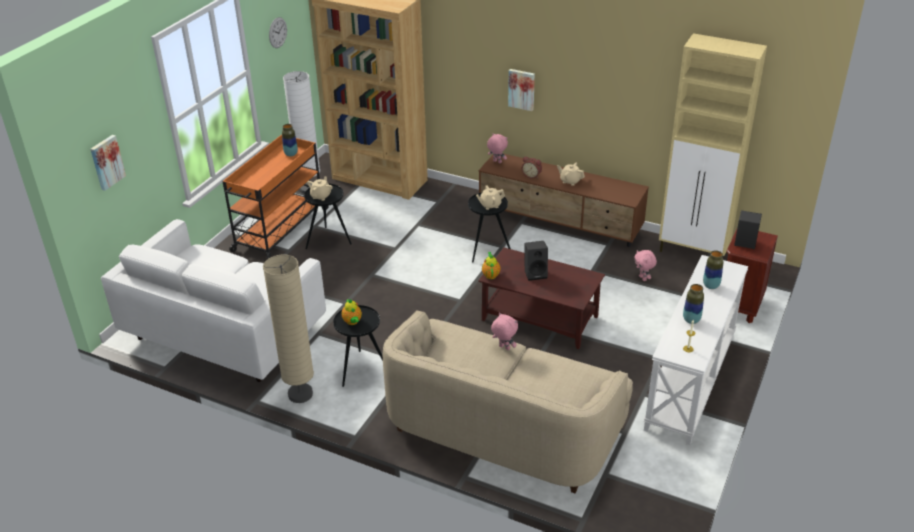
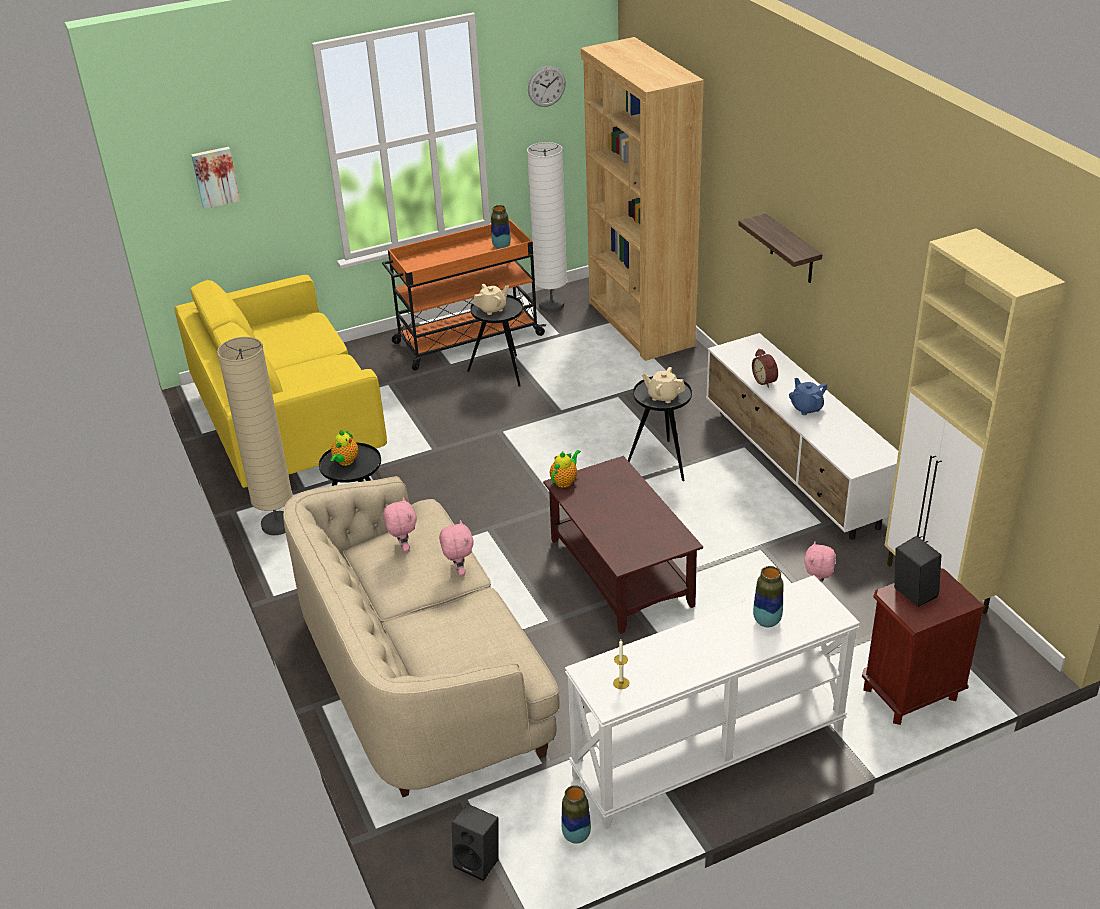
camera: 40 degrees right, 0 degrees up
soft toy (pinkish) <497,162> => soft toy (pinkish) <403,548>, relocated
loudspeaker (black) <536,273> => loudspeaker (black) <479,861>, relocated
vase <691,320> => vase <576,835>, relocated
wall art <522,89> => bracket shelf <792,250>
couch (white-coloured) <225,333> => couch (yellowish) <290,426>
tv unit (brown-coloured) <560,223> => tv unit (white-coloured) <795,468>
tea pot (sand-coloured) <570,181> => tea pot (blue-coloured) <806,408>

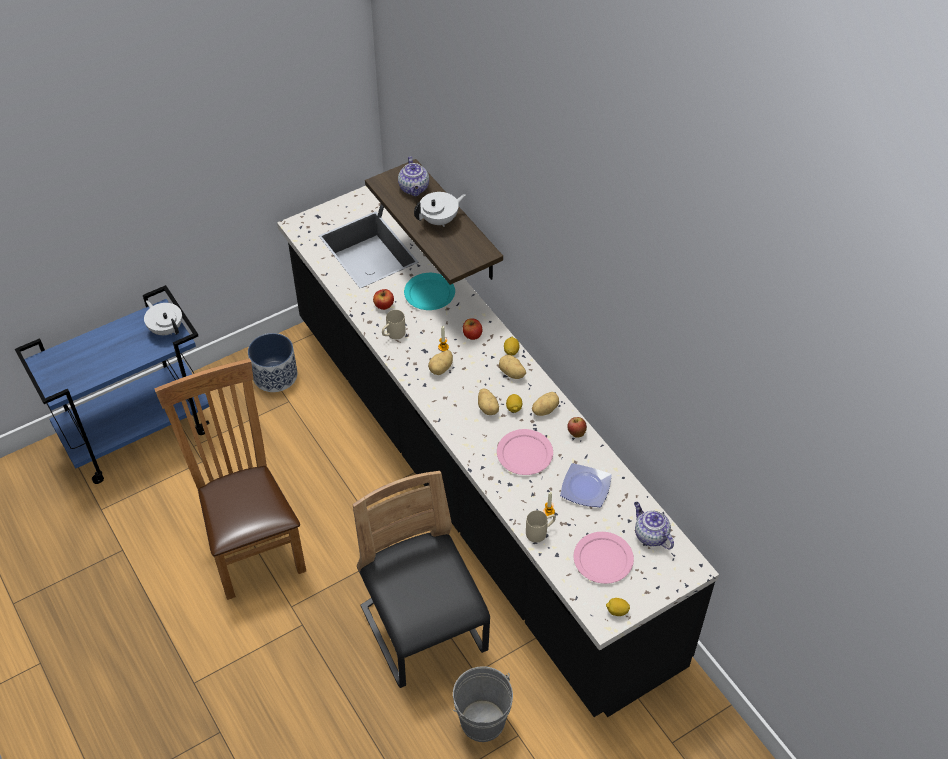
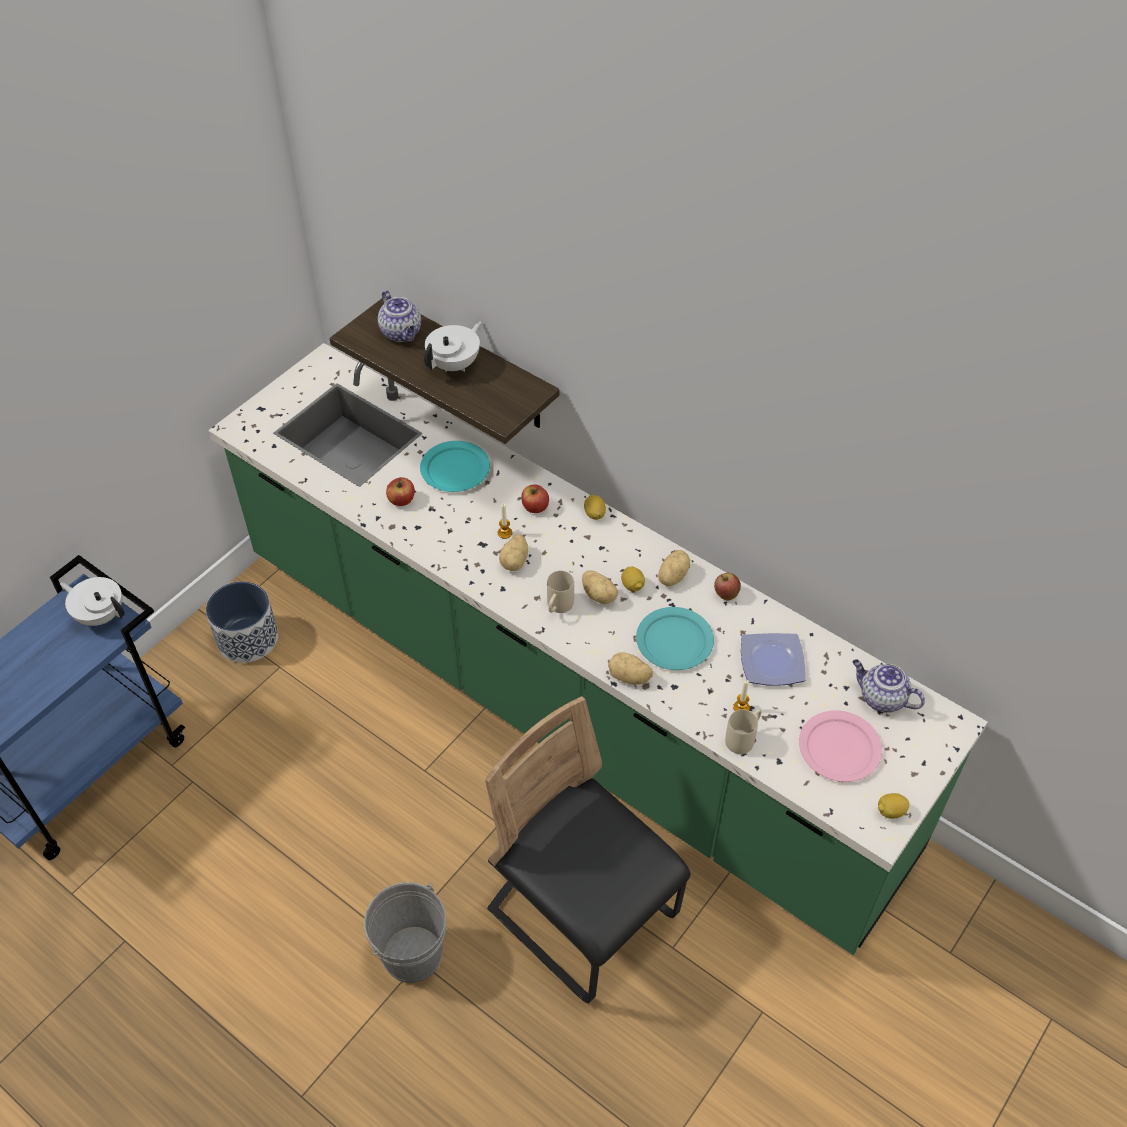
camera: 20 degrees left, 0 degrees up
plain chair (brown-coloured) <251,543> => nothing
coffee mug (sand-coloured) <393,335> => coffee mug (sand-coloured) <557,607>, relocated
bucket (greyish) <482,721> => bucket (greyish) <412,954>, relocated
spud <512,373> => spud <629,677>, relocated
kitchen counter (black) <473,482> => kitchen counter (green) <563,699>
plate (pinkish) <525,454> => plate (blue-green) <675,641>

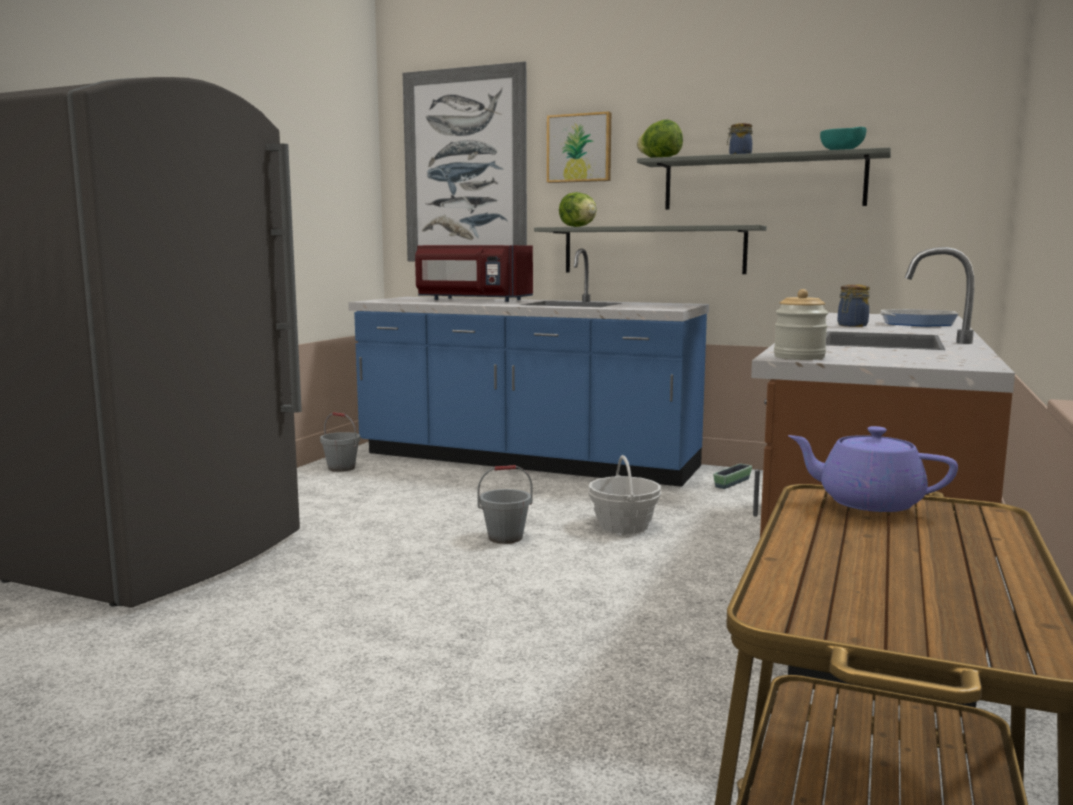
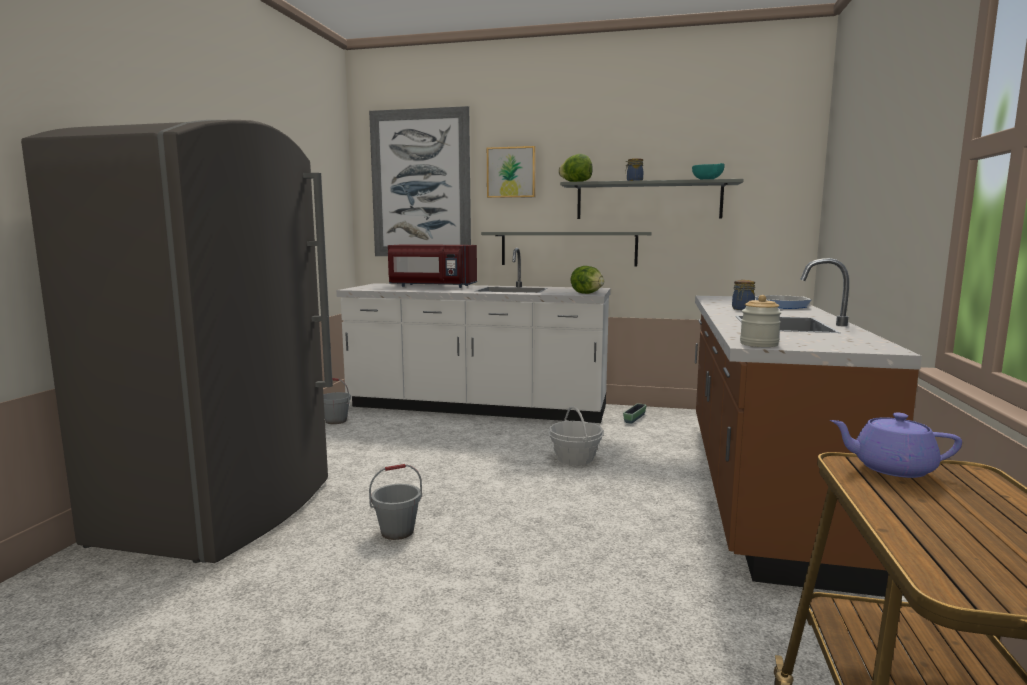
camera: 10 degrees left, 0 degrees up
bucket (greyish) <505,537> => bucket (greyish) <397,531>, relocated
lettuce <578,227> => lettuce <587,293>, relocated
kitchen counter (blue-coloured) <525,461> => kitchen counter (white-coloured) <477,408>

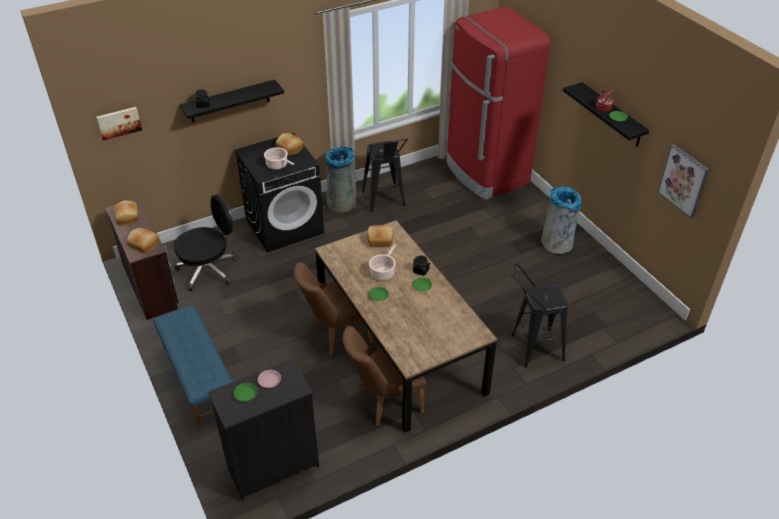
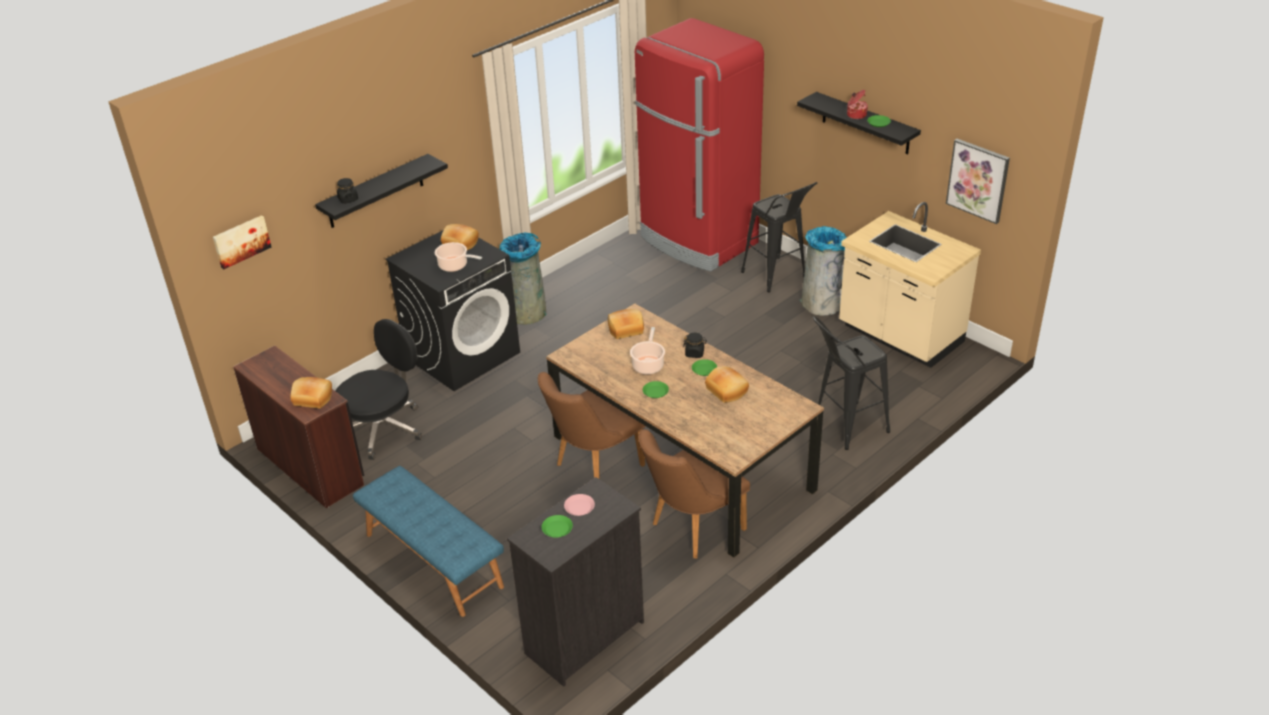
camera: 15 degrees left, 5 degrees down
nothing => kitchen counter (sand-coloured) <899,336>
baked bread <128,217> => baked bread <727,390>, relocated
stool seat (black) <384,202> => stool seat (black) <777,278>, relocated

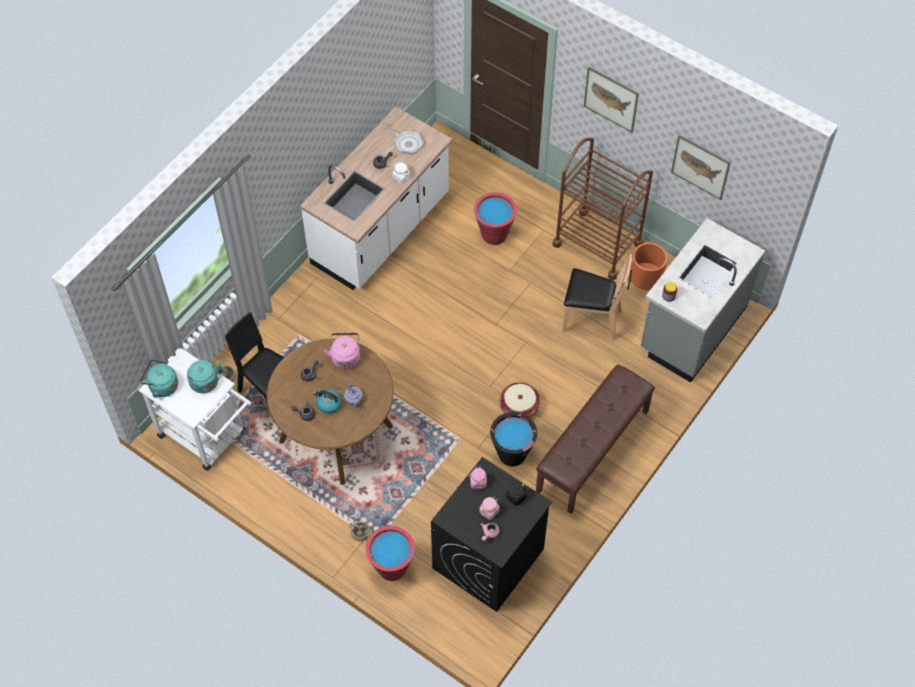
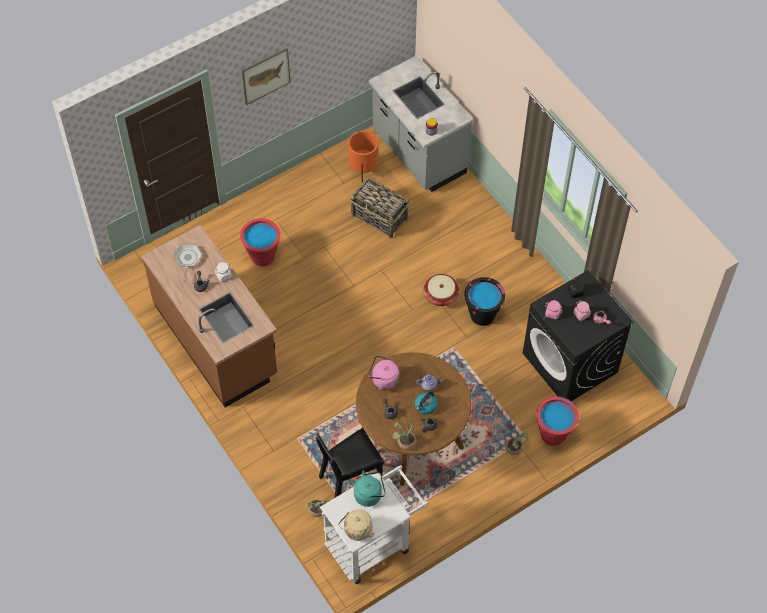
camera: 70 degrees left, 0 degrees up
long seat (brown-coloured) <593,451> => nothing
wheeled cart (brown-coloured) <597,244> => nothing
wall art <700,167> => nothing
nothing => plant in a pot <404,442>
plain chair (brown-coloured) <591,319> => storage basket <380,217>
kettle (blue-green) <162,386> => kettle (sand-coloured) <357,531>
kitchen counter (white-coloured) <381,230> => kitchen counter (brown-coloured) <216,340>
frying pan <406,143> => frying pan <187,260>, 60 degrees counterclockwise

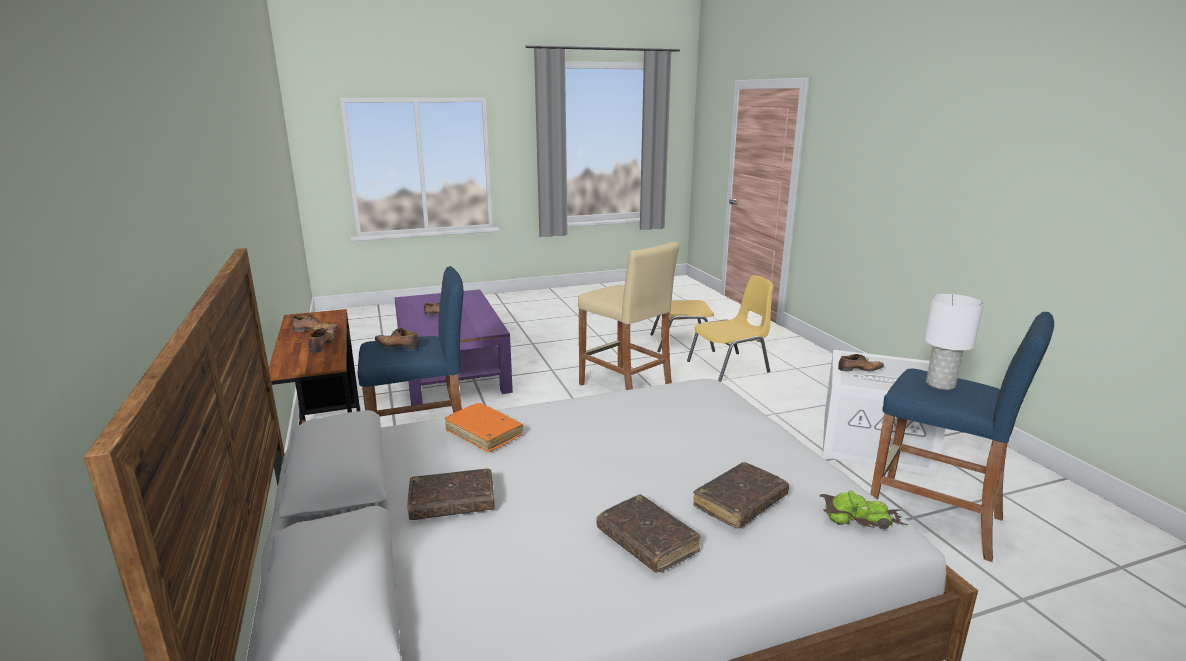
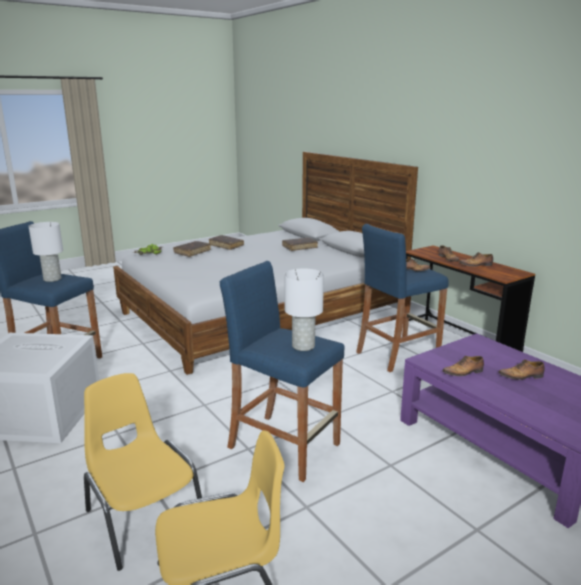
camera: 165 degrees right, 0 degrees up
bound book (orange-coloured) <484,433> => nothing
nothing => table lamp (white-coloured) <303,346>
item of footwear <859,369> => item of footwear <464,372>, relocated
stool seat (sand-coloured) <625,388> => stool seat (blue-coloured) <284,446>
plain chair (yellowish) <729,367> => plain chair (yellowish) <143,517>, 90 degrees clockwise

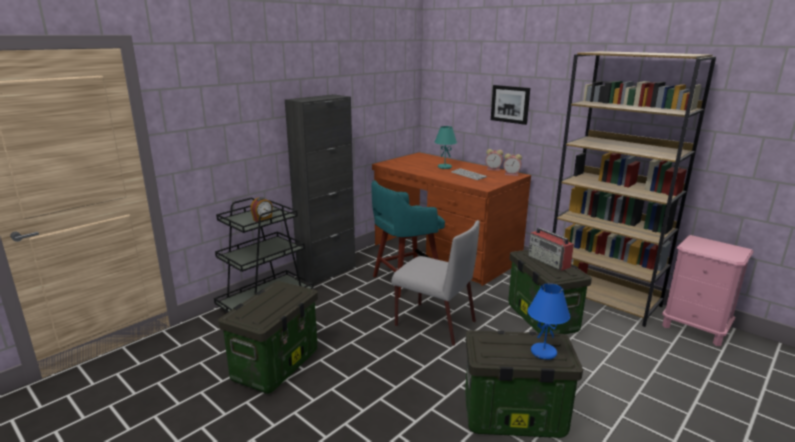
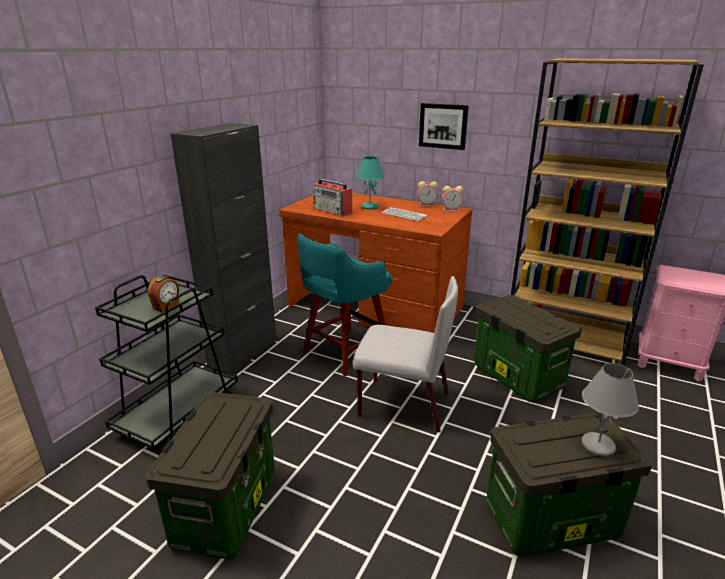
camera: 15 degrees left, 5 degrees up
radio set <549,261> => radio set <333,210>, relocated
table lamp (blue-coloured) <544,352> => table lamp (greyish) <598,445>

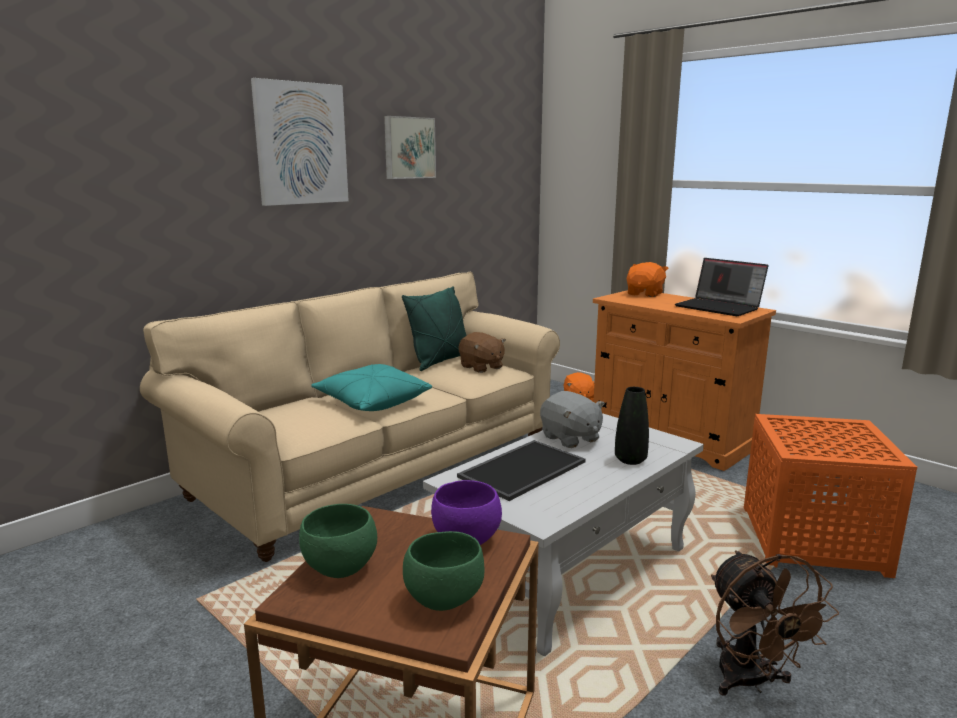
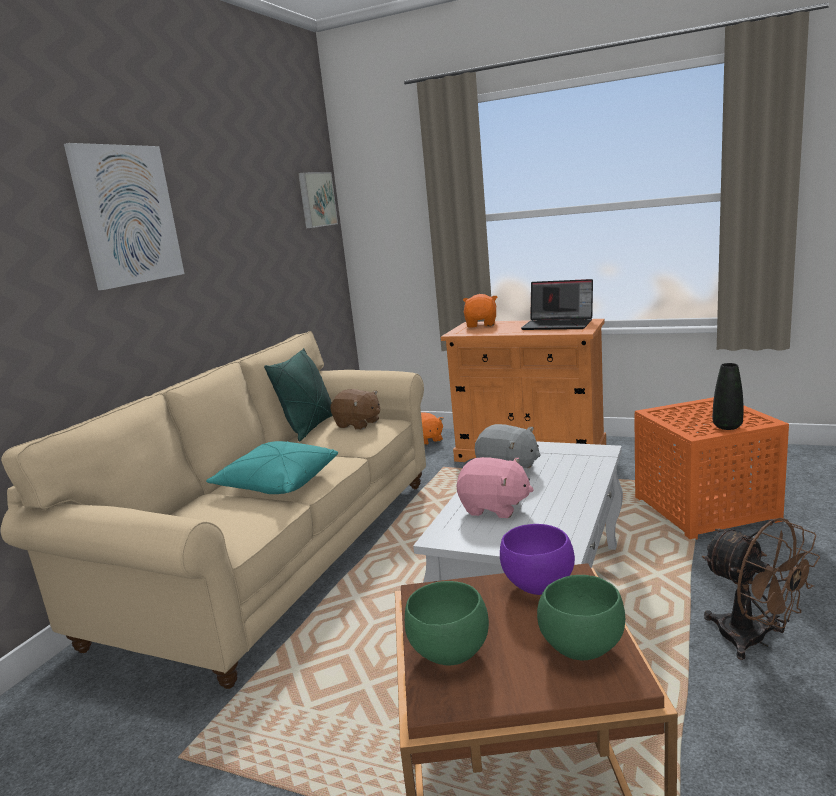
camera: 20 degrees left, 0 degrees up
wall art <408,148> => wall art <316,200>, relocated
vase (black) <630,460> => vase (black) <727,426>, relocated
tray <522,468> => soft toy (pinkish) <494,508>

